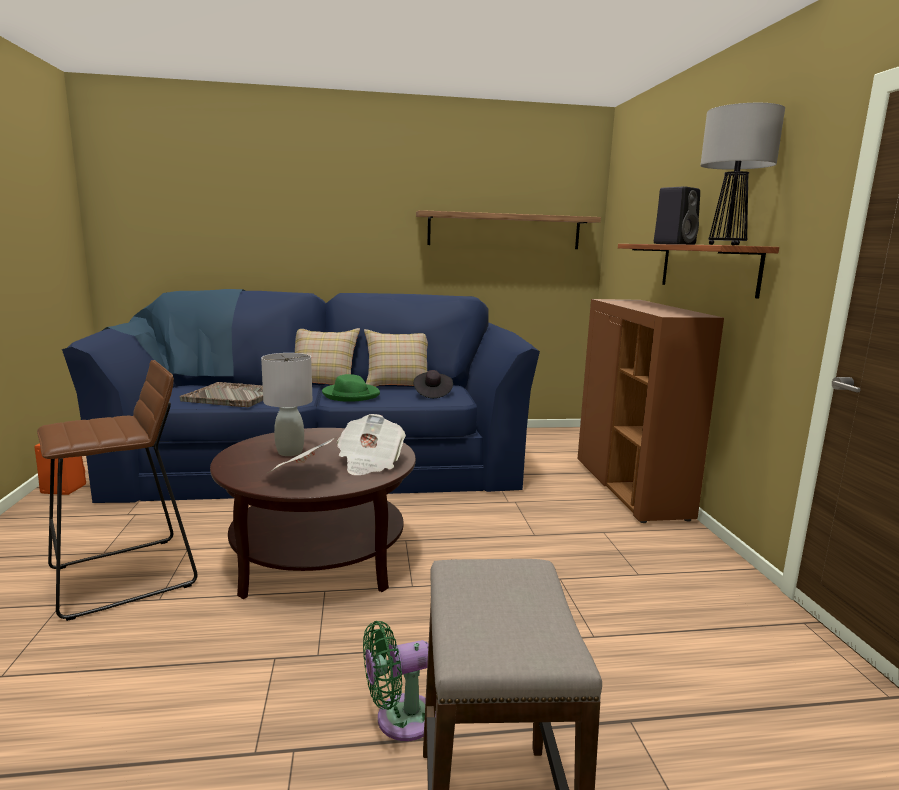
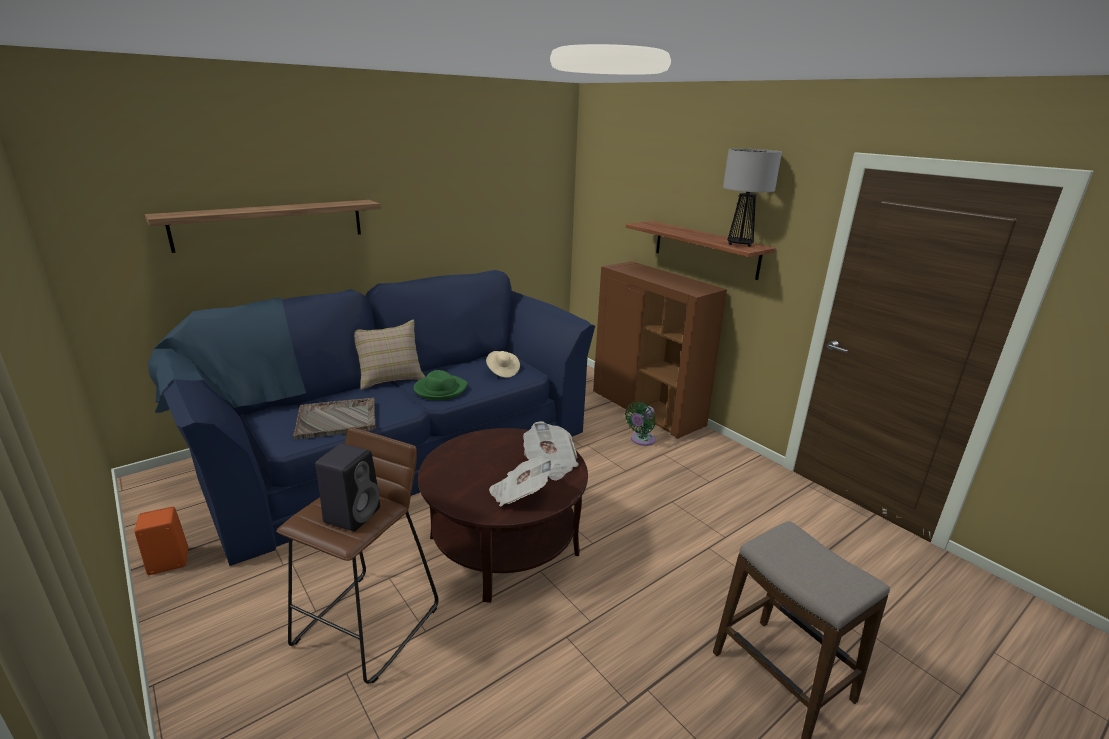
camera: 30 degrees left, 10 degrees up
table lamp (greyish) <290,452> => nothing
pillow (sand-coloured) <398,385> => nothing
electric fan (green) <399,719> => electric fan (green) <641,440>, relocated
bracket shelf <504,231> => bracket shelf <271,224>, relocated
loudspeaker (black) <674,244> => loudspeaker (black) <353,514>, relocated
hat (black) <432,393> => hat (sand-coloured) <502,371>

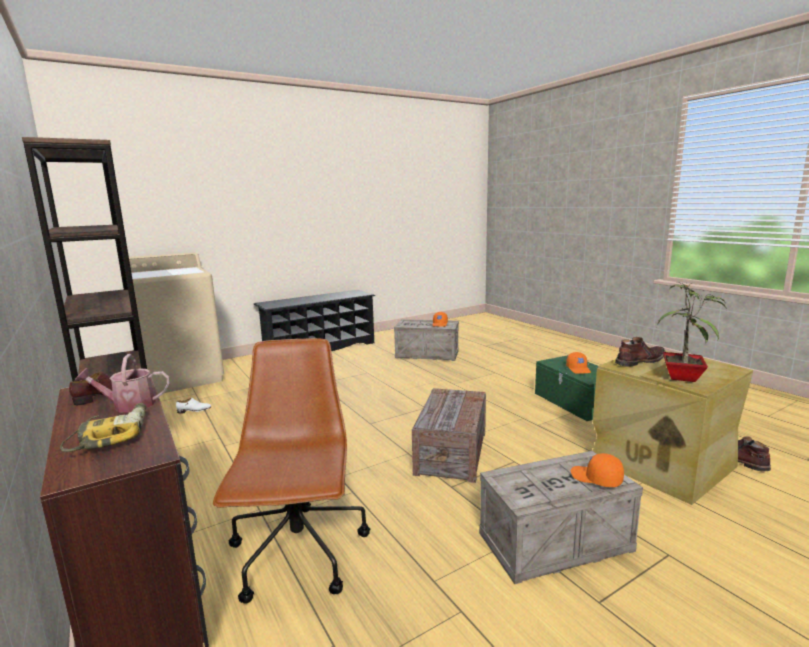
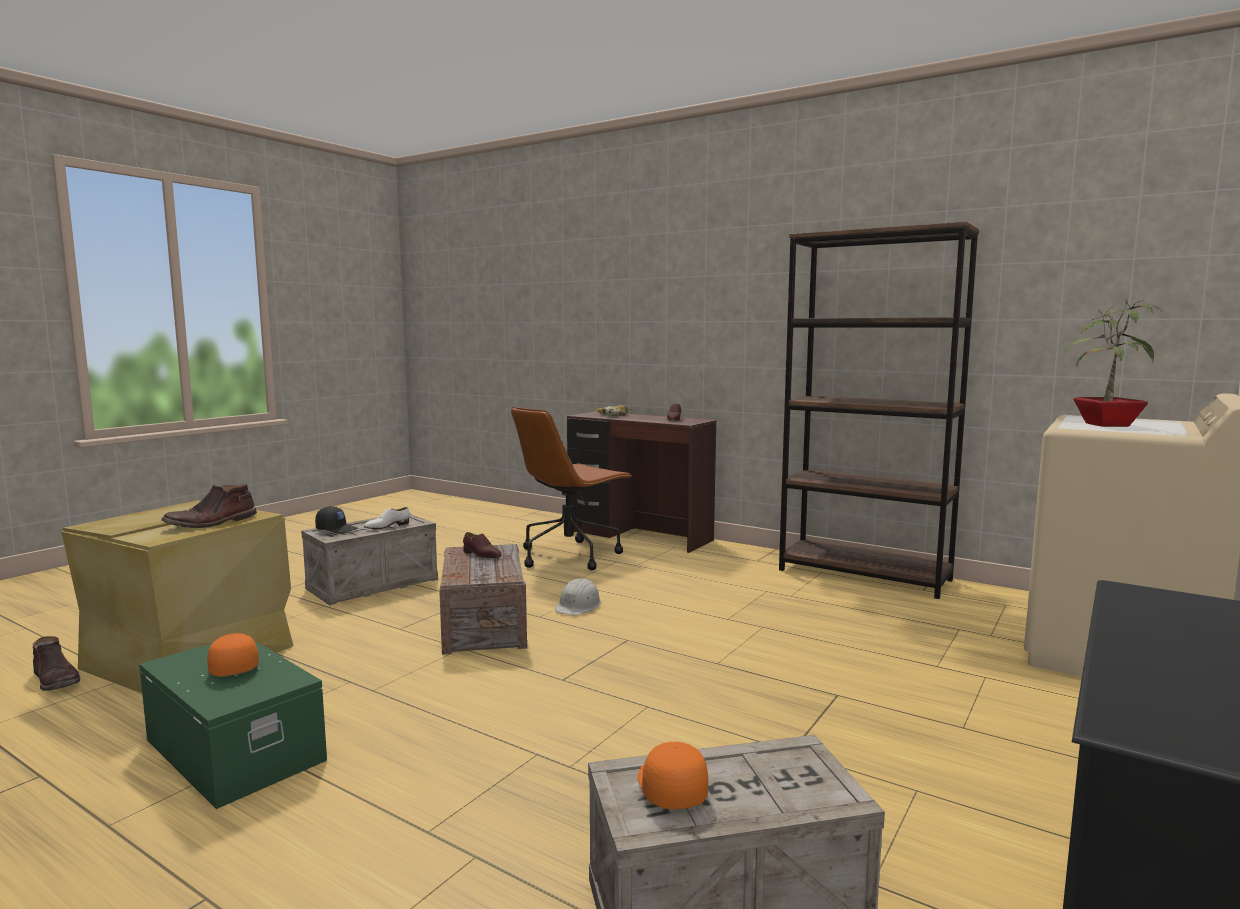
camera: 155 degrees right, 5 degrees down
sprinkling can <128,406> => nothing
nothing => item of footwear (brown-coloured) <481,555>
nothing => work helmet (white-coloured) <578,606>
item of footwear (white-coloured) <194,410> => item of footwear (white-coloured) <387,526>, relocated
plant in a pot <684,378> => plant in a pot <1104,425>, relocated
cap (orange-coloured) <596,478> => cap (black) <337,529>
computer chair (brown-coloured) <299,555> => computer chair (brown-coloured) <570,555>, 75 degrees clockwise

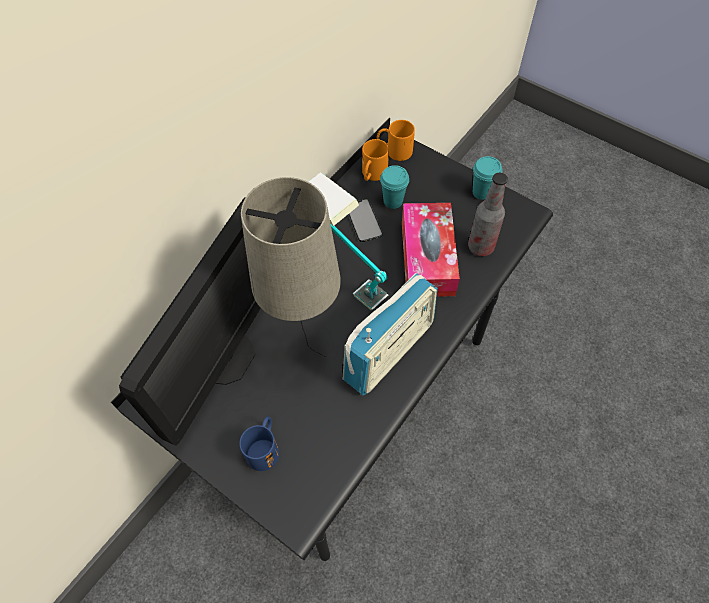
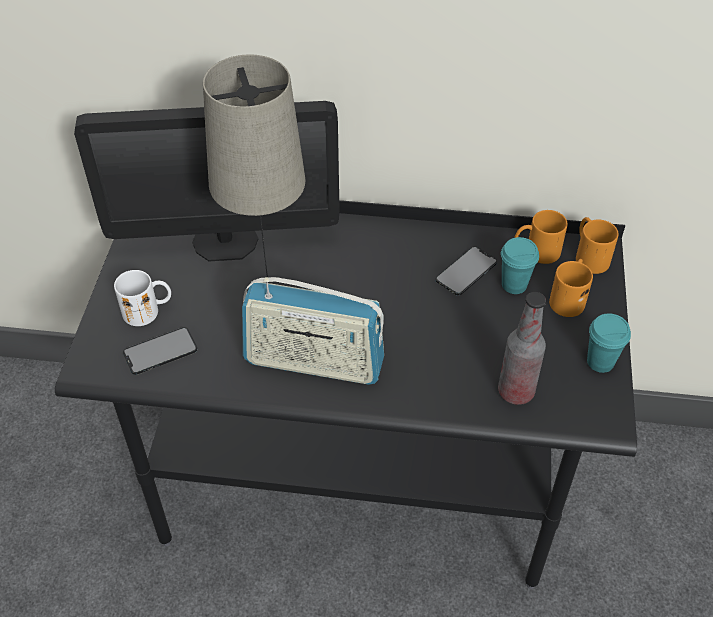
camera: 60 degrees right, 10 degrees down
table lamp <342,273> => nothing
tissue holder <427,258> => nothing
nothing => handset <160,351>
nothing => coffee mug (orange-coloured) <568,298>
coffee mug (blue-coloured) <264,447> => coffee mug (white-coloured) <148,310>

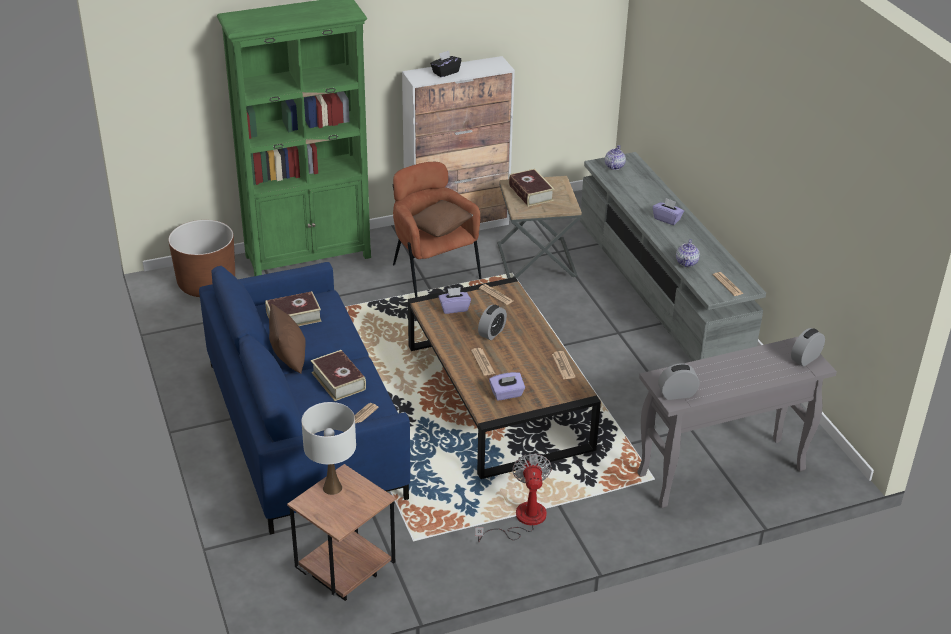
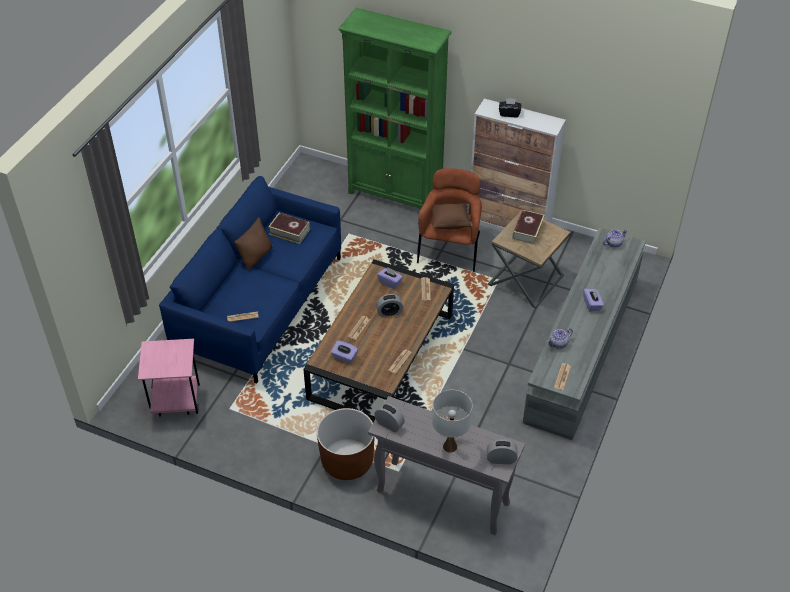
camera: 45 degrees right, 10 degrees up
bound book <338,381> => nothing
electric fan <522,520> => nothing
flower pot (brown-coloured) <206,284> => flower pot (brown-coloured) <347,461>, relocated
table lamp (white-coloured) <332,488> => table lamp (white-coloured) <449,446>, relocated
side table (brown-coloured) <346,576> => side table (pinkish) <175,404>

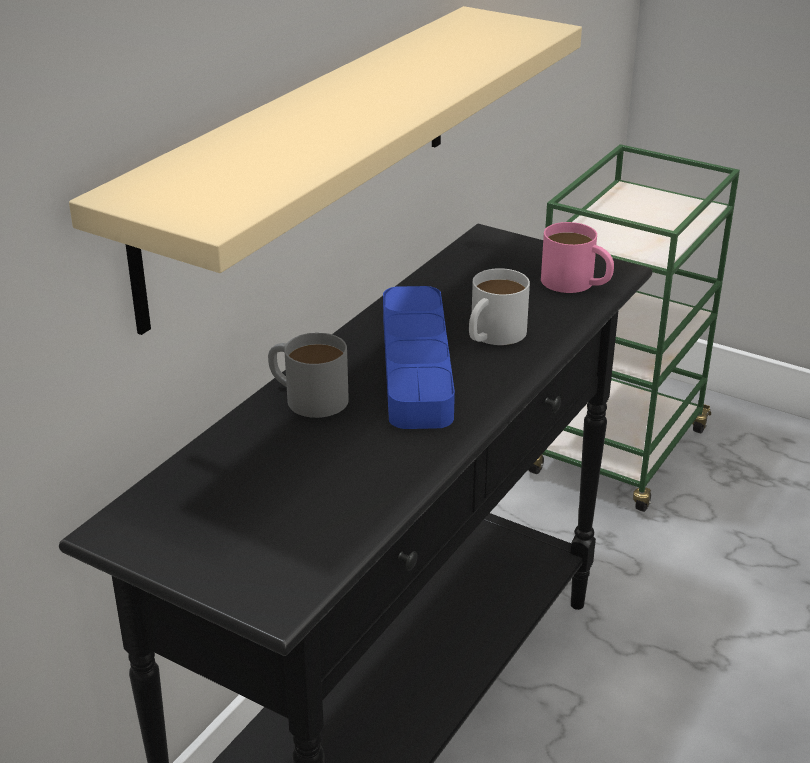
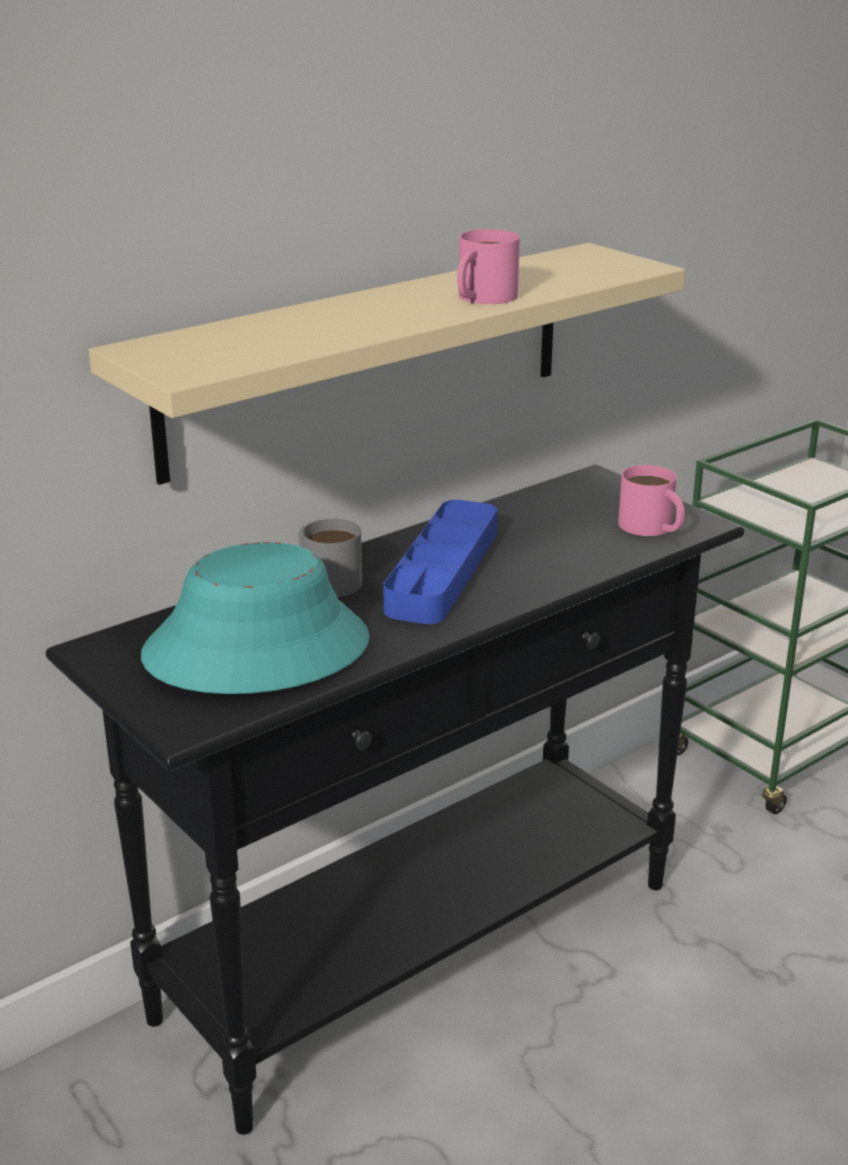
camera: 20 degrees right, 5 degrees down
coffee mug (white-coloured) <492,335> => nothing
nothing => hat (blue-green) <257,648>
nothing => coffee mug (pinkish) <481,298>

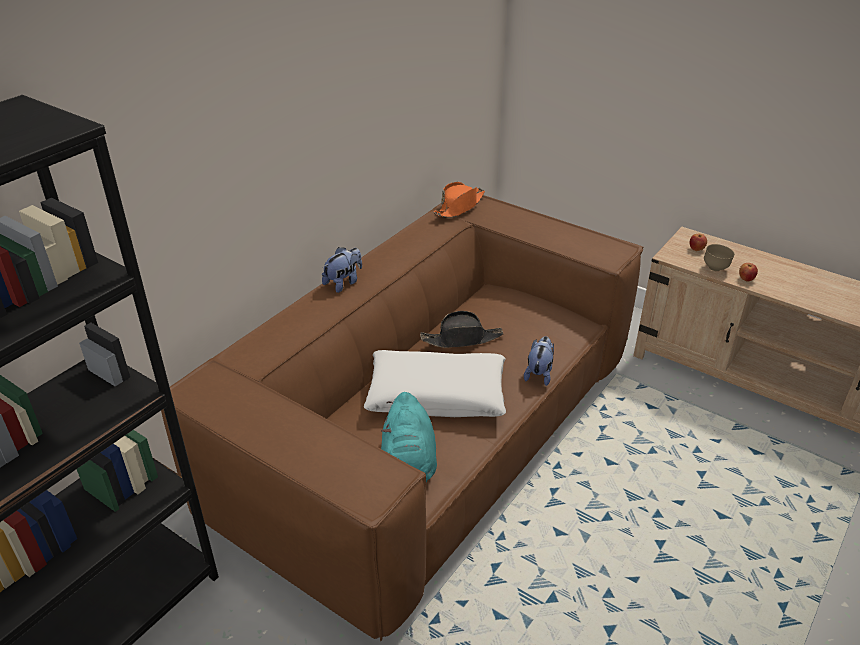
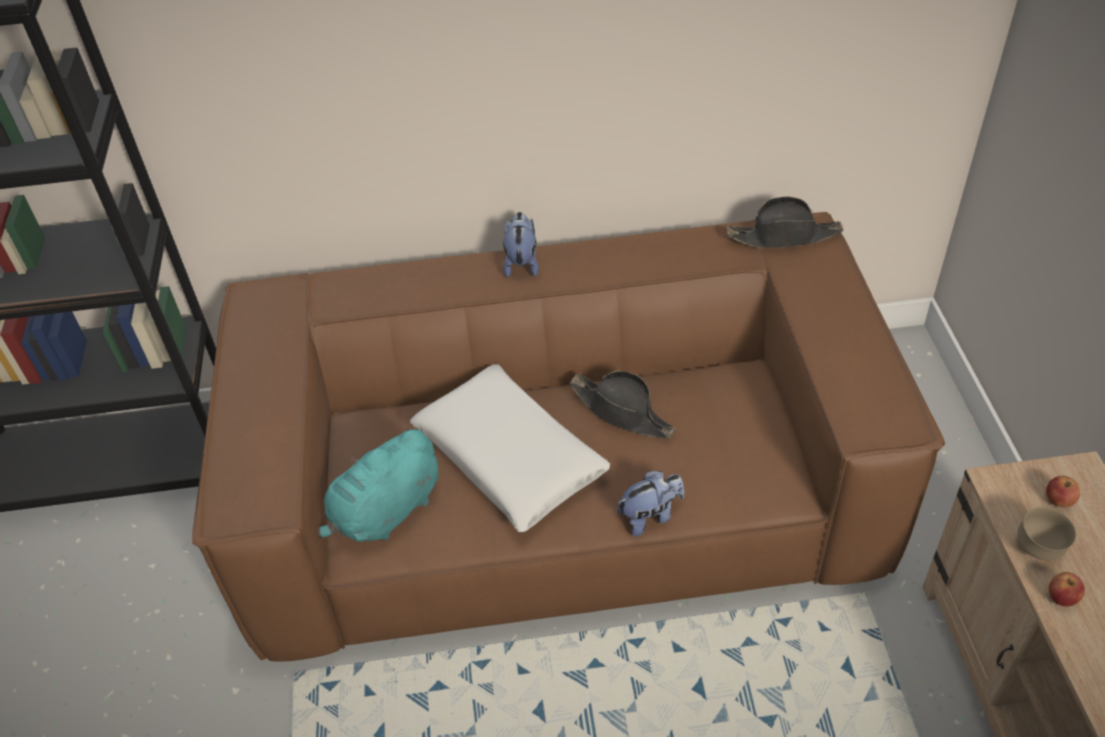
camera: 50 degrees right, 10 degrees up
hat (orange-coloured) <459,206> => hat (black) <784,236>
soft toy <344,283> => soft toy <521,262>, 90 degrees counterclockwise

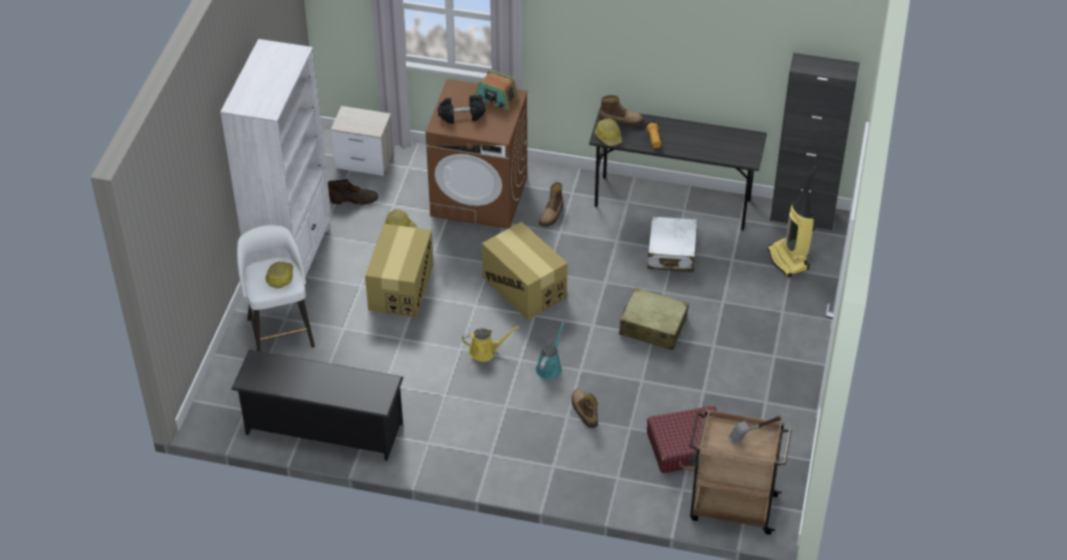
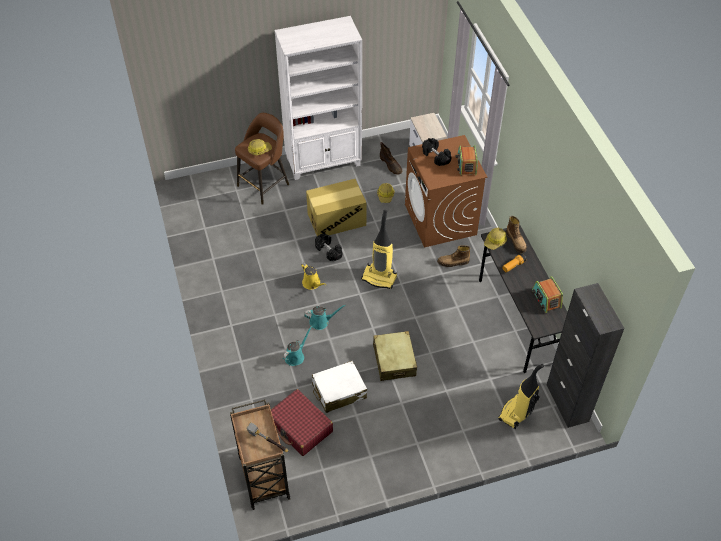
camera: 60 degrees right, 5 degrees up
shoe shelf (black) <323,428> => nothing
nothing => hand weight (black) <329,251>
nothing => radio set <546,299>
travel case (white-coloured) <671,252> => travel case (white-coloured) <339,391>, relocated
packing box <524,287> => hoover <380,277>
boot <584,411> => sprinkling can (blue-green) <296,356>
stool seat (white-coloured) <280,331> => stool seat (brown-coloured) <264,184>

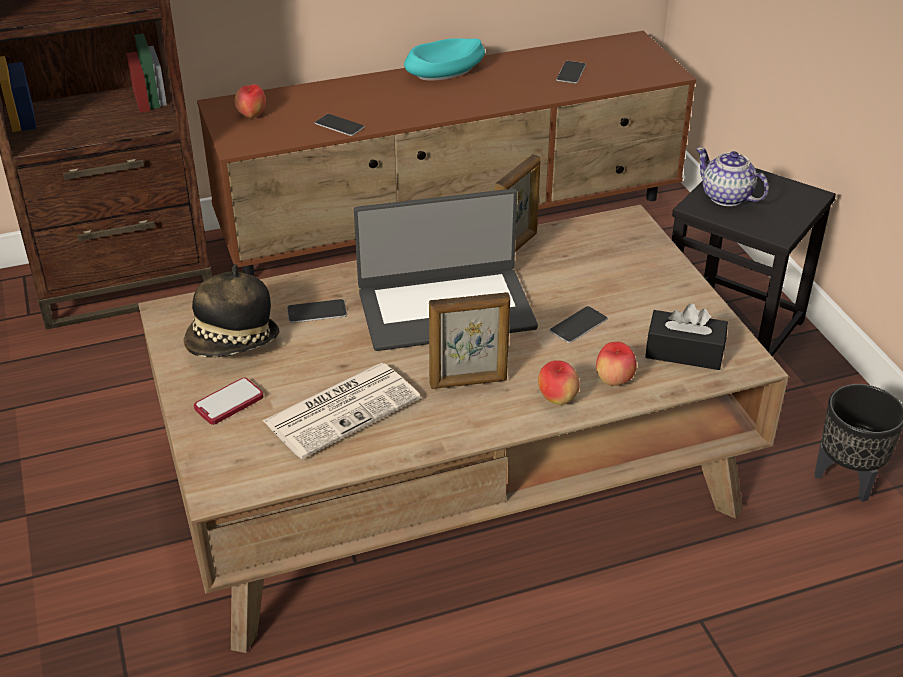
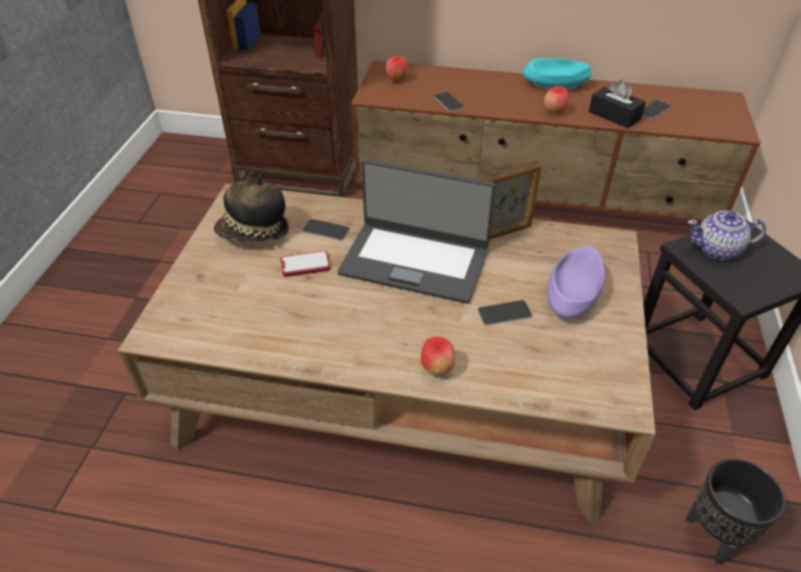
camera: 30 degrees right, 5 degrees up
daily paper <343,409> => nothing
photo frame <468,382> => nothing
nothing => bowl (purple) <572,295>
handset <229,402> => handset <305,265>, relocated
whole apple <614,381> => whole apple <554,112>, relocated
tissue holder (black) <684,352> => tissue holder (black) <614,115>, relocated
tea pot <727,197> => tea pot <717,250>, 75 degrees counterclockwise

